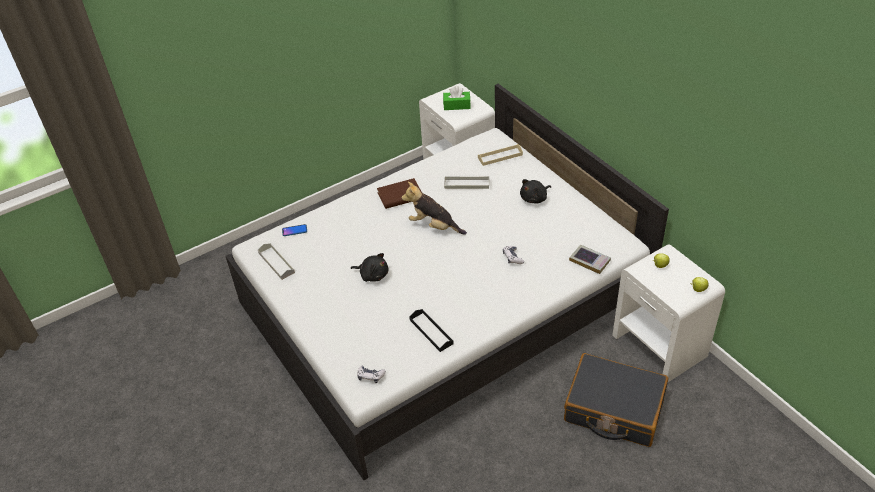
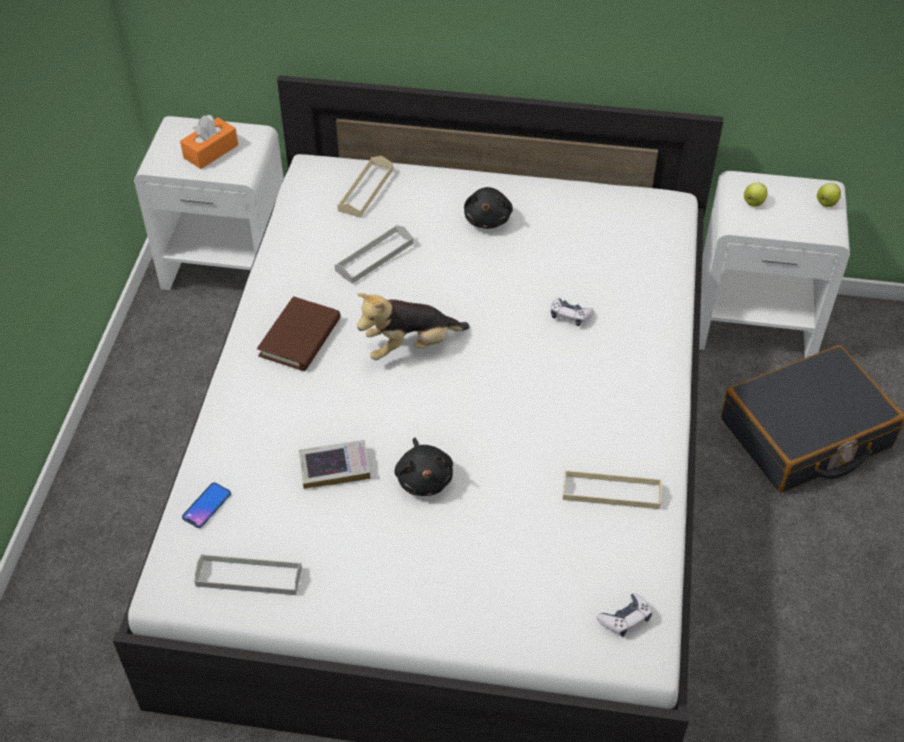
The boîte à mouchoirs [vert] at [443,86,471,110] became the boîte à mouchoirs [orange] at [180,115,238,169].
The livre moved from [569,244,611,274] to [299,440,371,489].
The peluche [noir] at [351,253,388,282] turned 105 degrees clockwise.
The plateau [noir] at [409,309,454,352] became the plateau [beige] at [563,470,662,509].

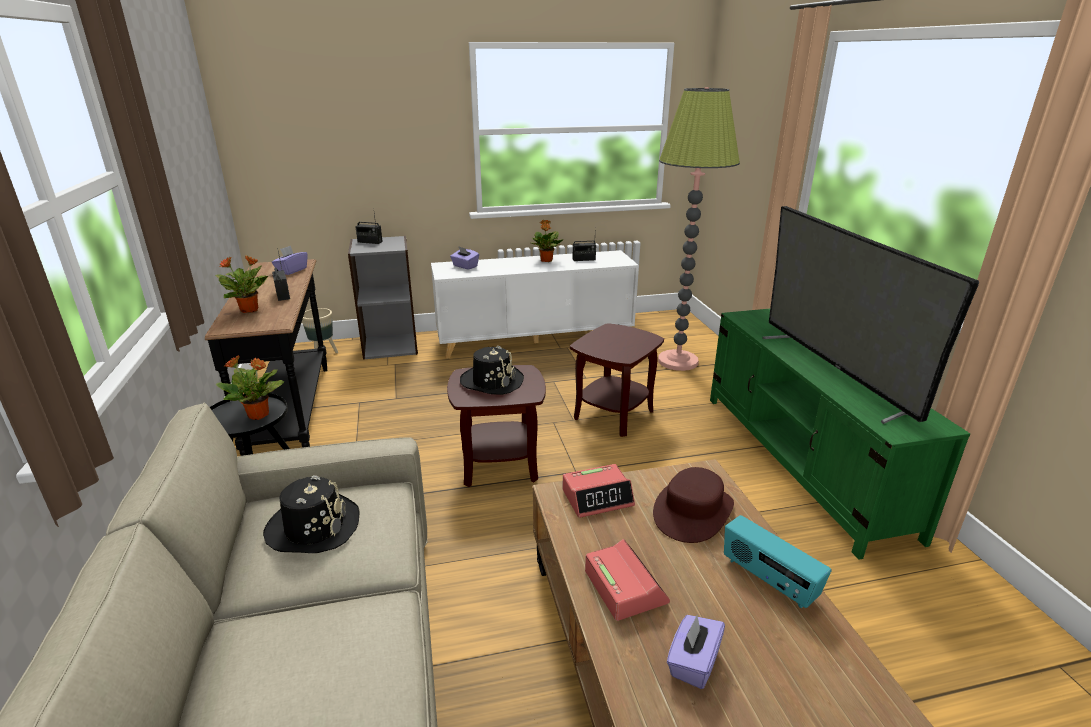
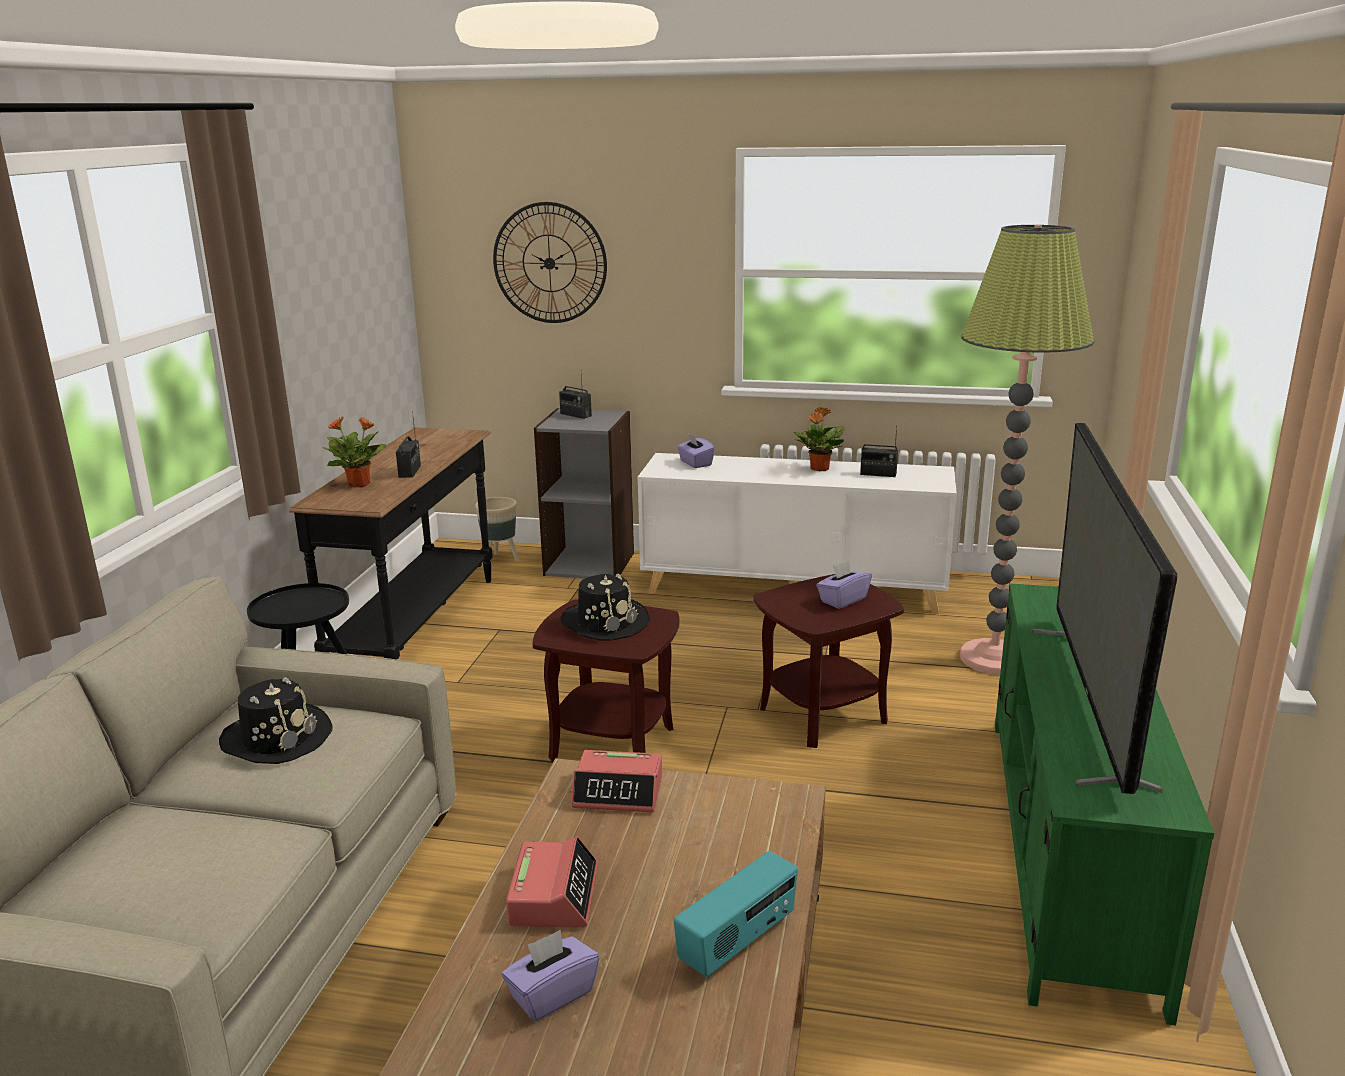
The boîte à mouchoirs [violet] moved from [272,245,307,275] to [816,560,872,609].
The plante en pot at [216,355,284,420] disappeared.
The chapeau [marron] at [653,467,734,543] disappeared.
The radio at [724,515,832,609] turned 120 degrees counterclockwise.
The horloge murale at [493,202,607,323] appeared.

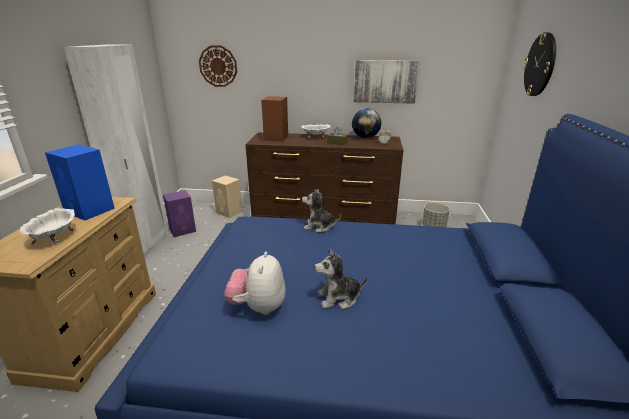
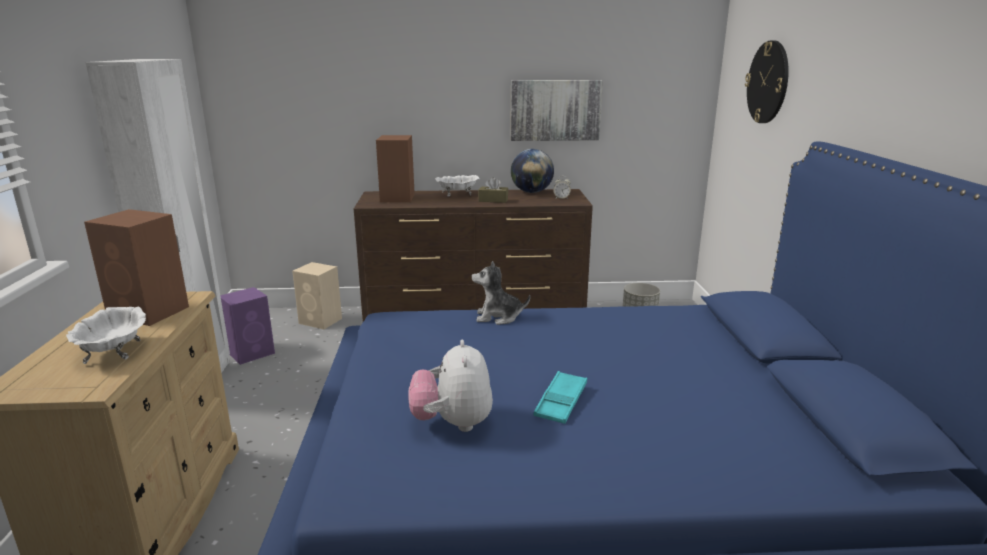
The horloge murale at [199,45,237,87] disappeared.
The enceinte [bleu] at [45,145,115,221] became the enceinte [marron] at [84,209,189,326].
The peluche at [314,249,368,310] was replaced by the plateau [turquoise] at [533,371,587,424].

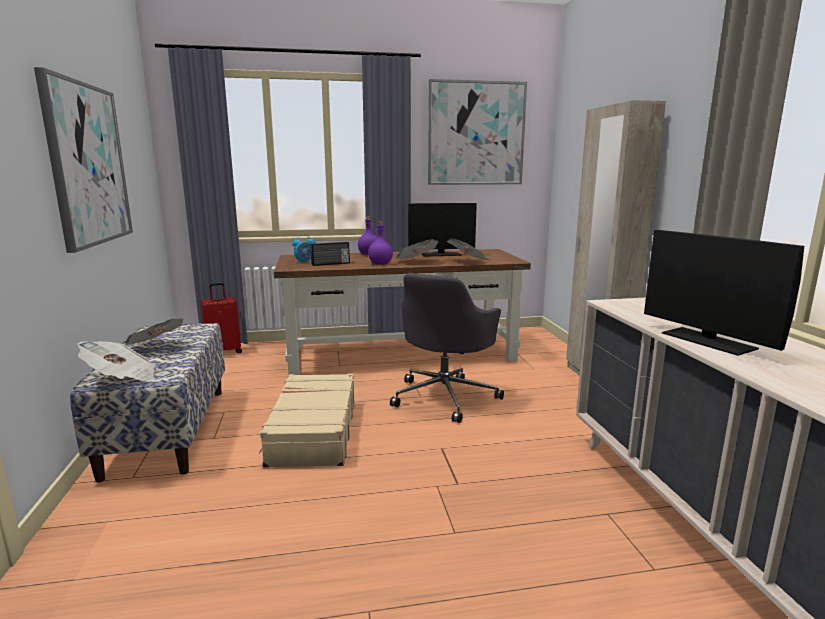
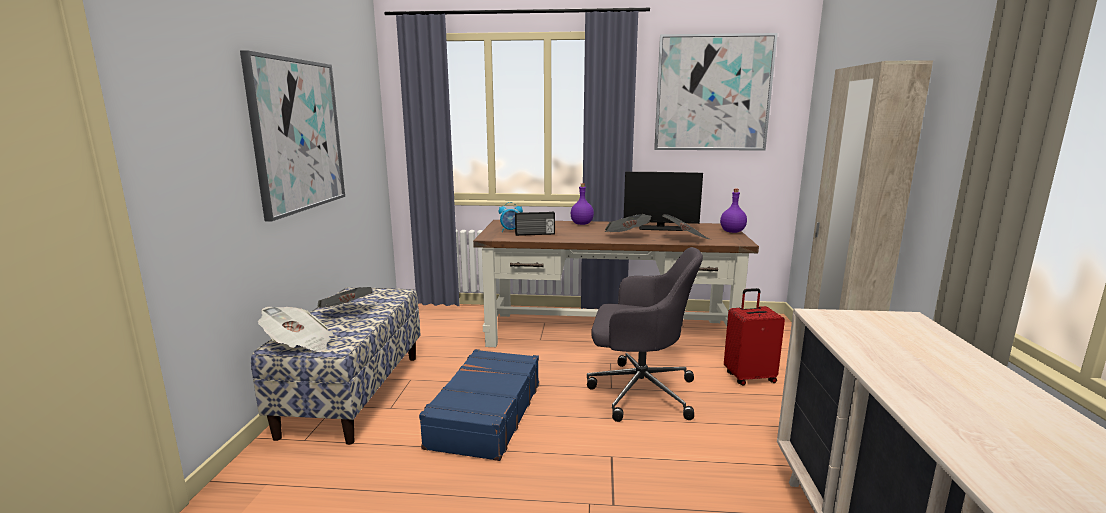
The bouteille [violet] moved from [368,221,393,265] to [720,189,747,233].
The écran d'ordinateur at [644,230,804,356] disappeared.
The chaise de bureau [gris] at [390,273,504,423] turned 120 degrees counterclockwise.
The valise [rouge] moved from [201,283,242,353] to [724,288,785,386].
The valise [beige] at [259,373,355,468] became the valise [bleu] at [419,349,539,461].

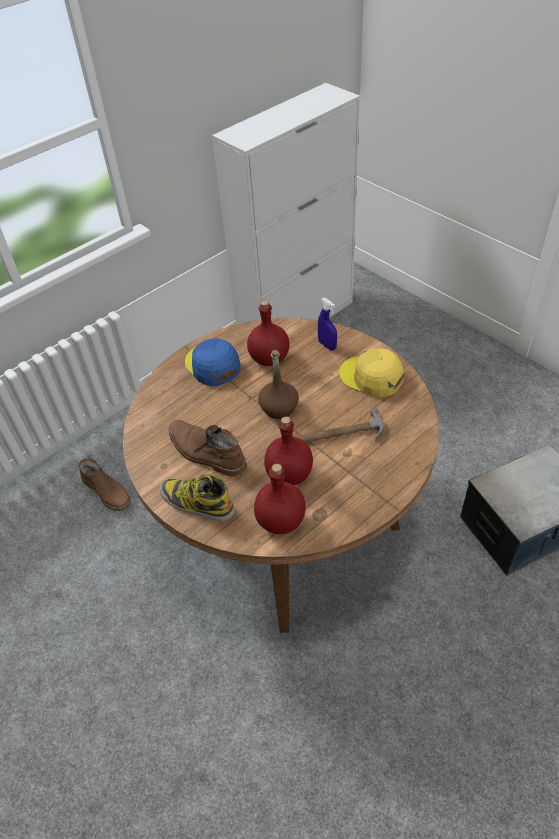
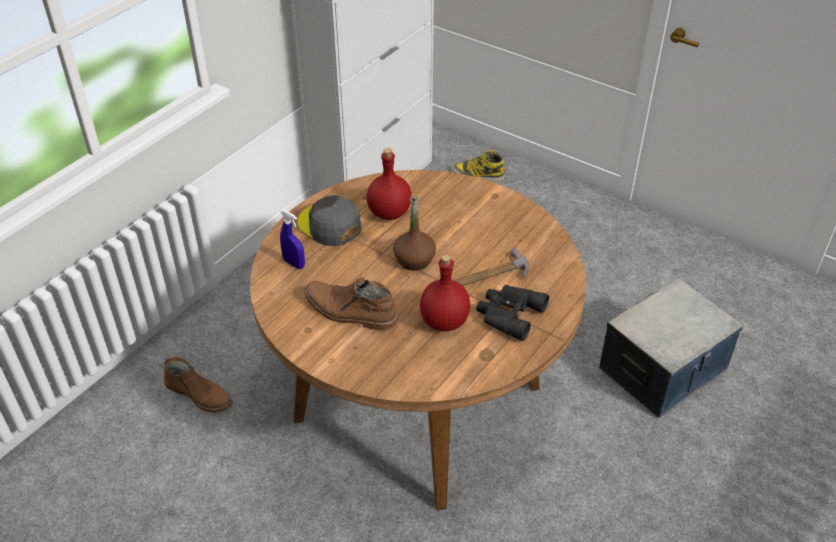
The vaporisateur [bleu] moved from [318,298,337,351] to [280,210,305,269].
The casquette [bleu] at [185,338,241,386] became the casquette [gris] at [297,195,362,246].
The casquette [jaune] at [339,348,404,397] disappeared.
The bouteille [rouge] at [254,464,306,534] disappeared.
The botte moved from [160,473,235,522] to [452,150,505,182].
The jumelles [noir] at [476,285,549,341] appeared.

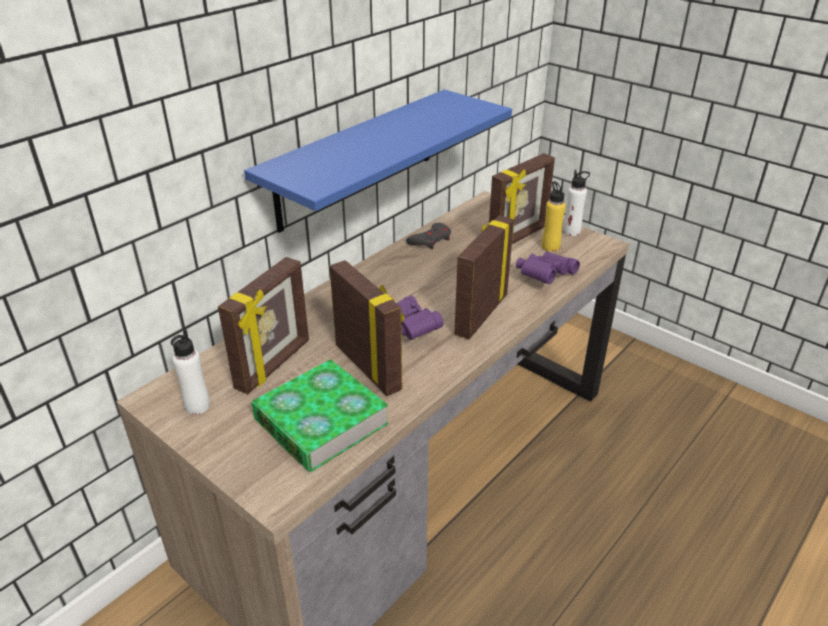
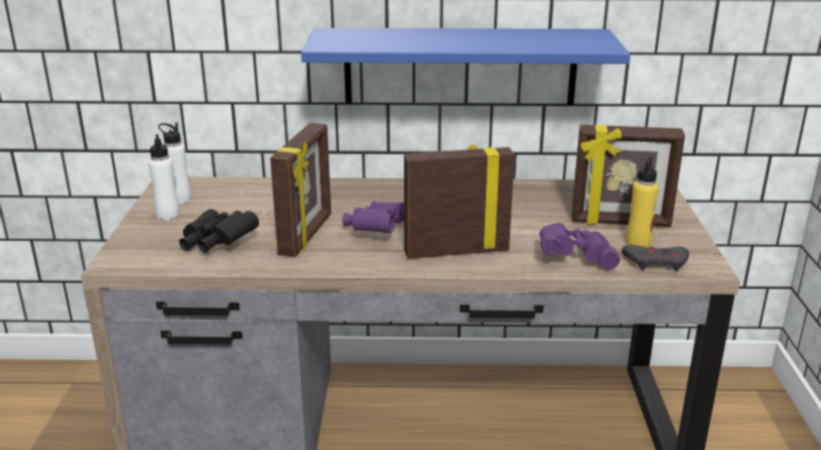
The bouteille [blanc] moved from [563,170,590,236] to [148,134,179,220].
The manette [gris] moved from [406,223,451,249] to [622,245,689,272].
The cadre photo at [218,257,309,394] disappeared.
The livre at [251,359,389,472] was replaced by the jumelles [noir] at [179,209,259,253].

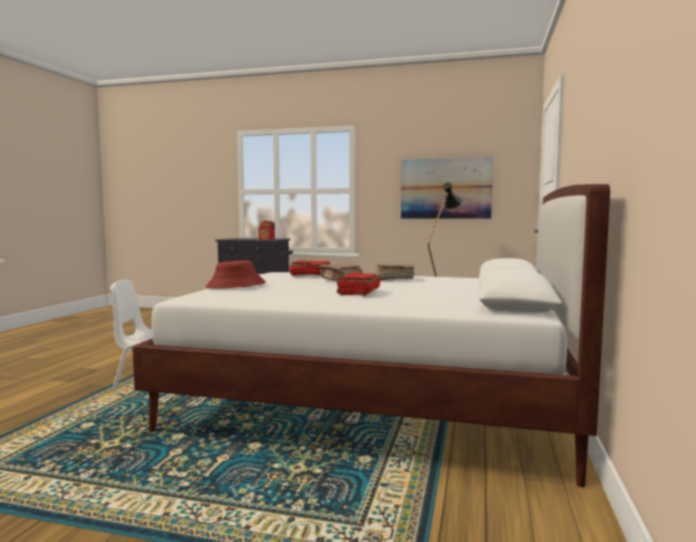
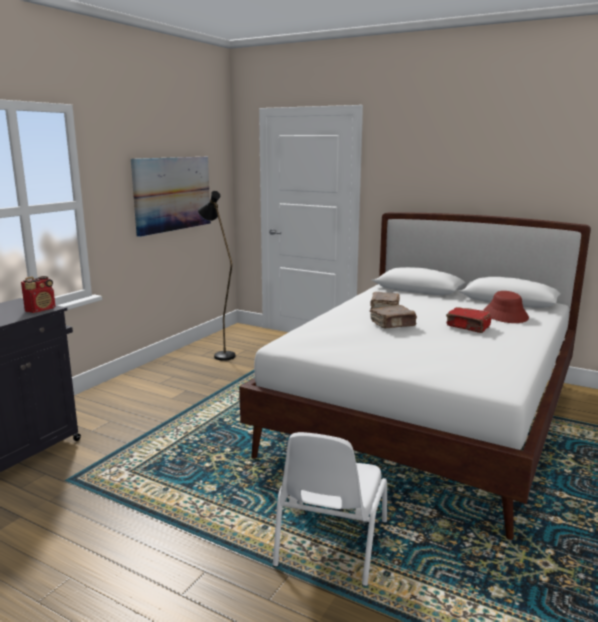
The chapeau [rouge] moved from [205,260,266,288] to [483,291,529,323].
The livre [rouge] at [289,260,330,276] disappeared.

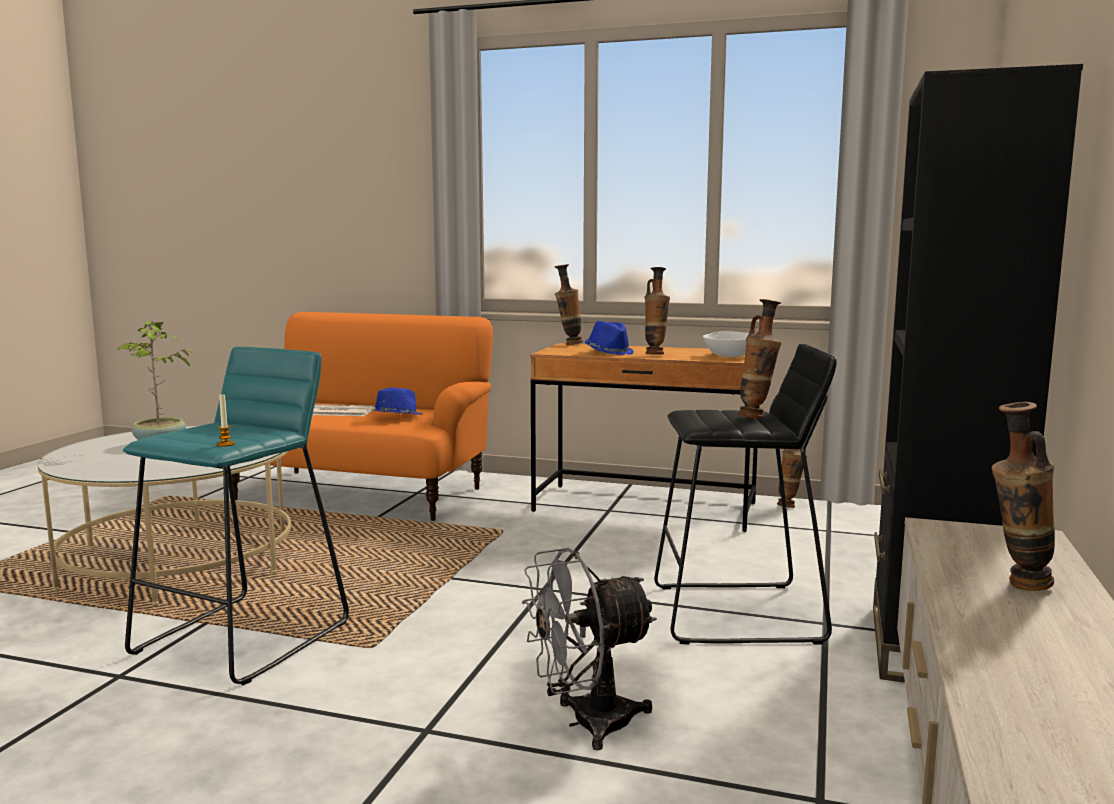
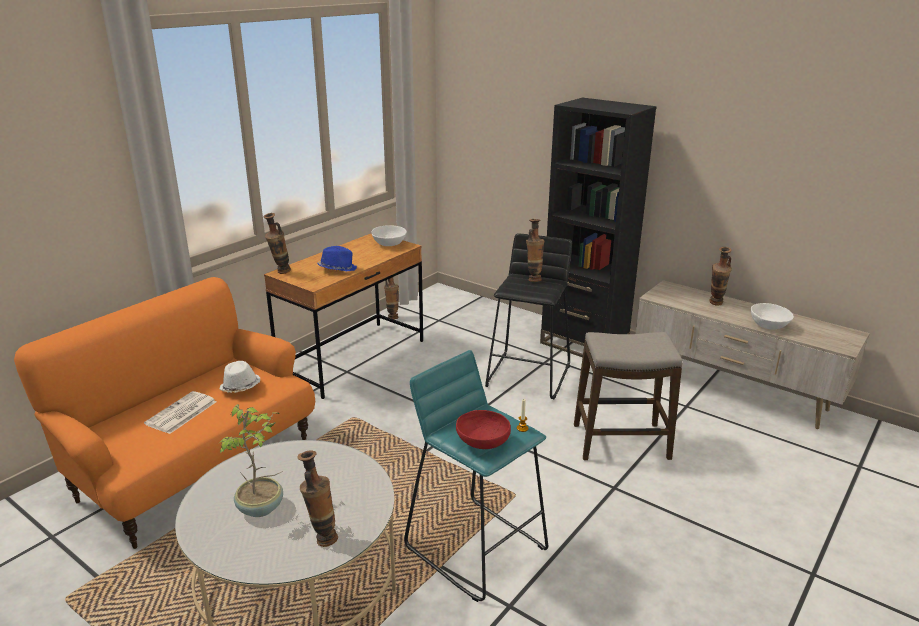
The vase moved from [645,267,670,355] to [297,450,338,547].
The chapeau [bleu] at [372,388,423,415] became the chapeau [blanc] at [219,361,260,393].
The ventilateur [gris] at [522,548,657,750] was replaced by the tabouret at [574,332,683,460].
The bol [blanc] at [751,303,794,330] appeared.
The bol [rouge] at [456,410,511,449] appeared.

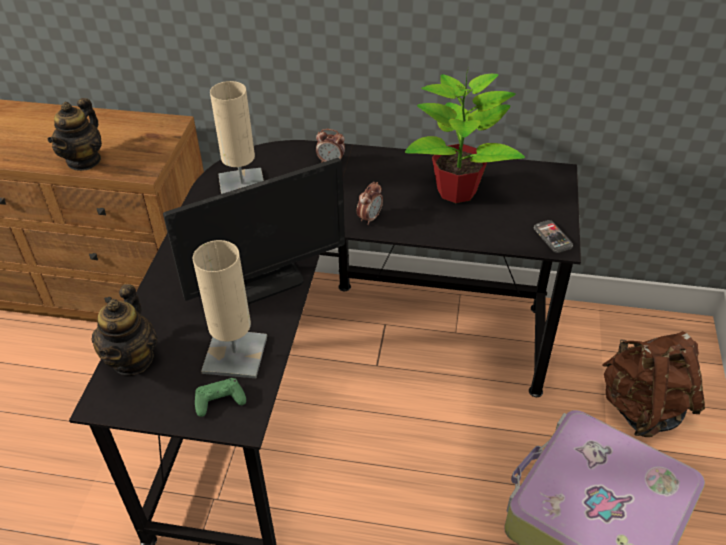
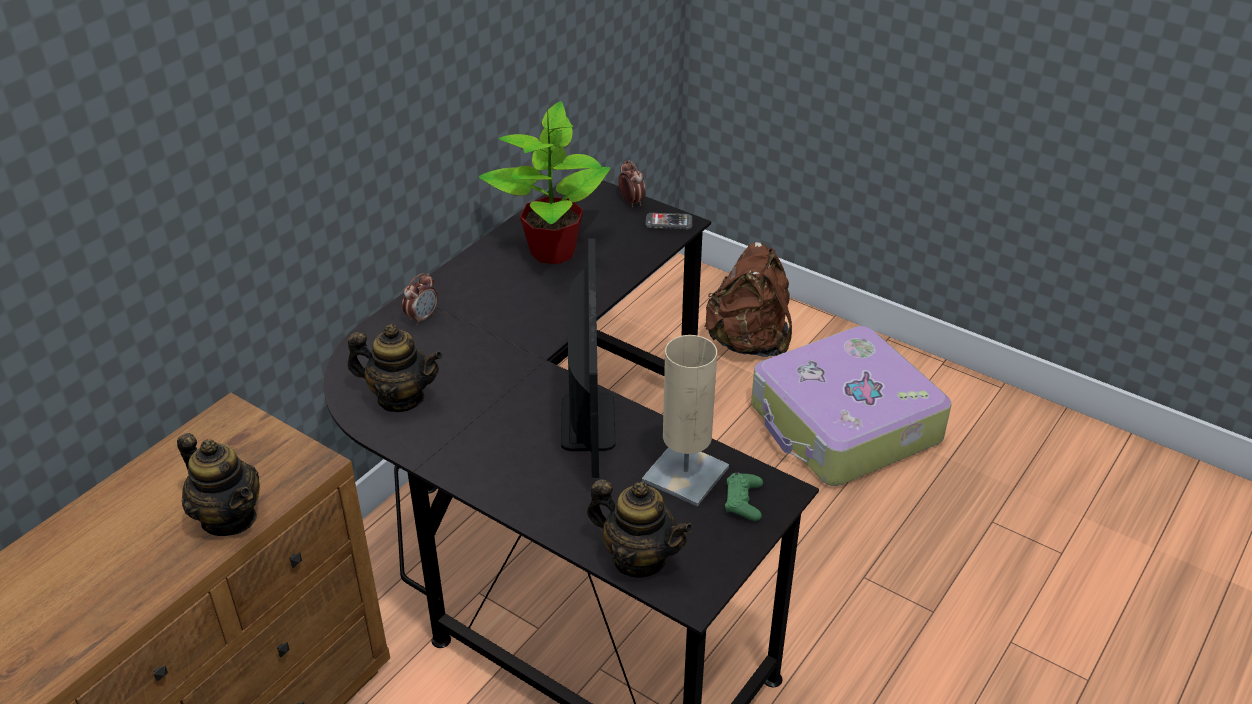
The lampe de table [beige] at [210,81,264,194] was replaced by the théière at [347,324,443,412].
The réveil moved from [357,182,383,225] to [618,160,646,207].

